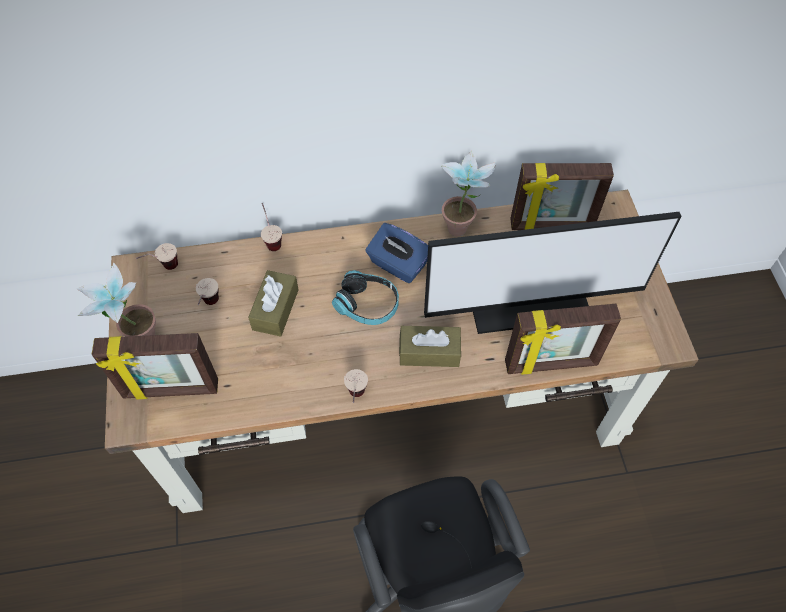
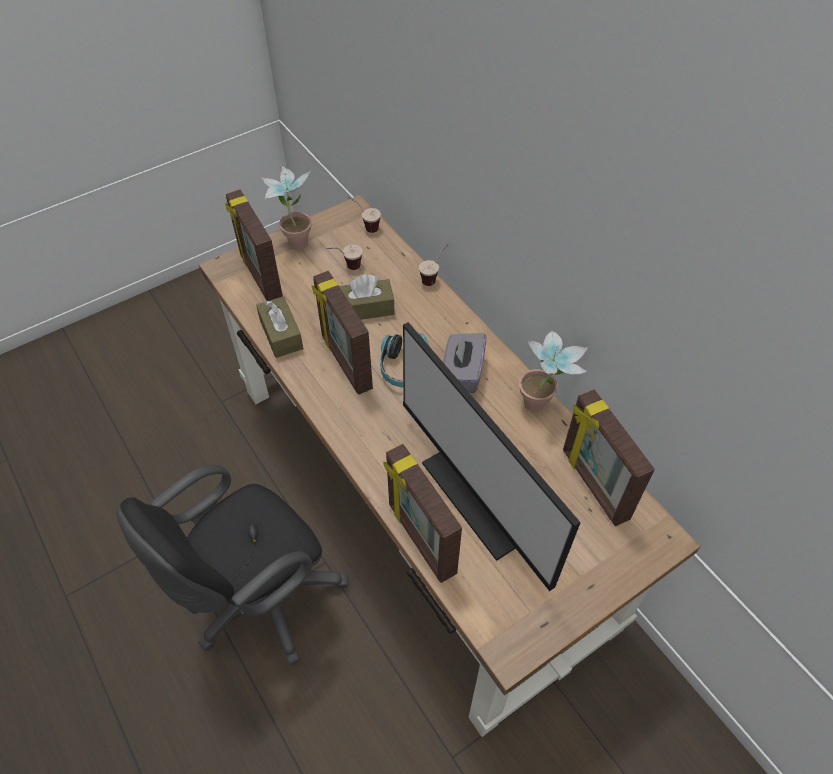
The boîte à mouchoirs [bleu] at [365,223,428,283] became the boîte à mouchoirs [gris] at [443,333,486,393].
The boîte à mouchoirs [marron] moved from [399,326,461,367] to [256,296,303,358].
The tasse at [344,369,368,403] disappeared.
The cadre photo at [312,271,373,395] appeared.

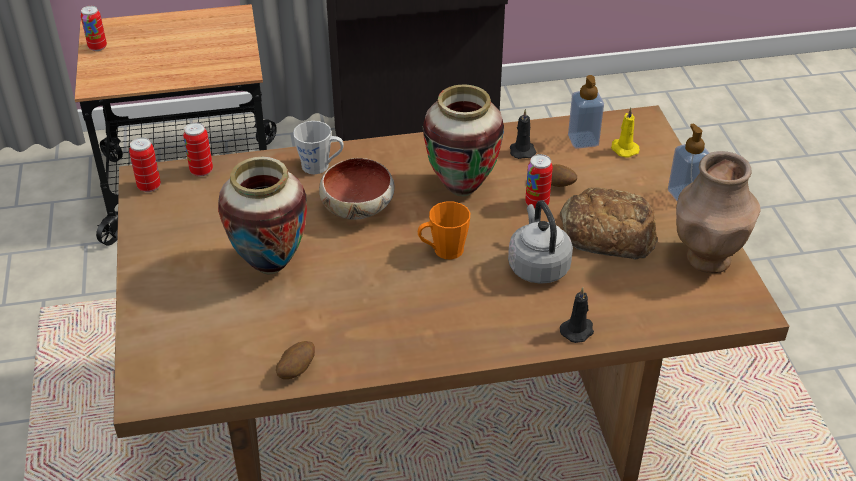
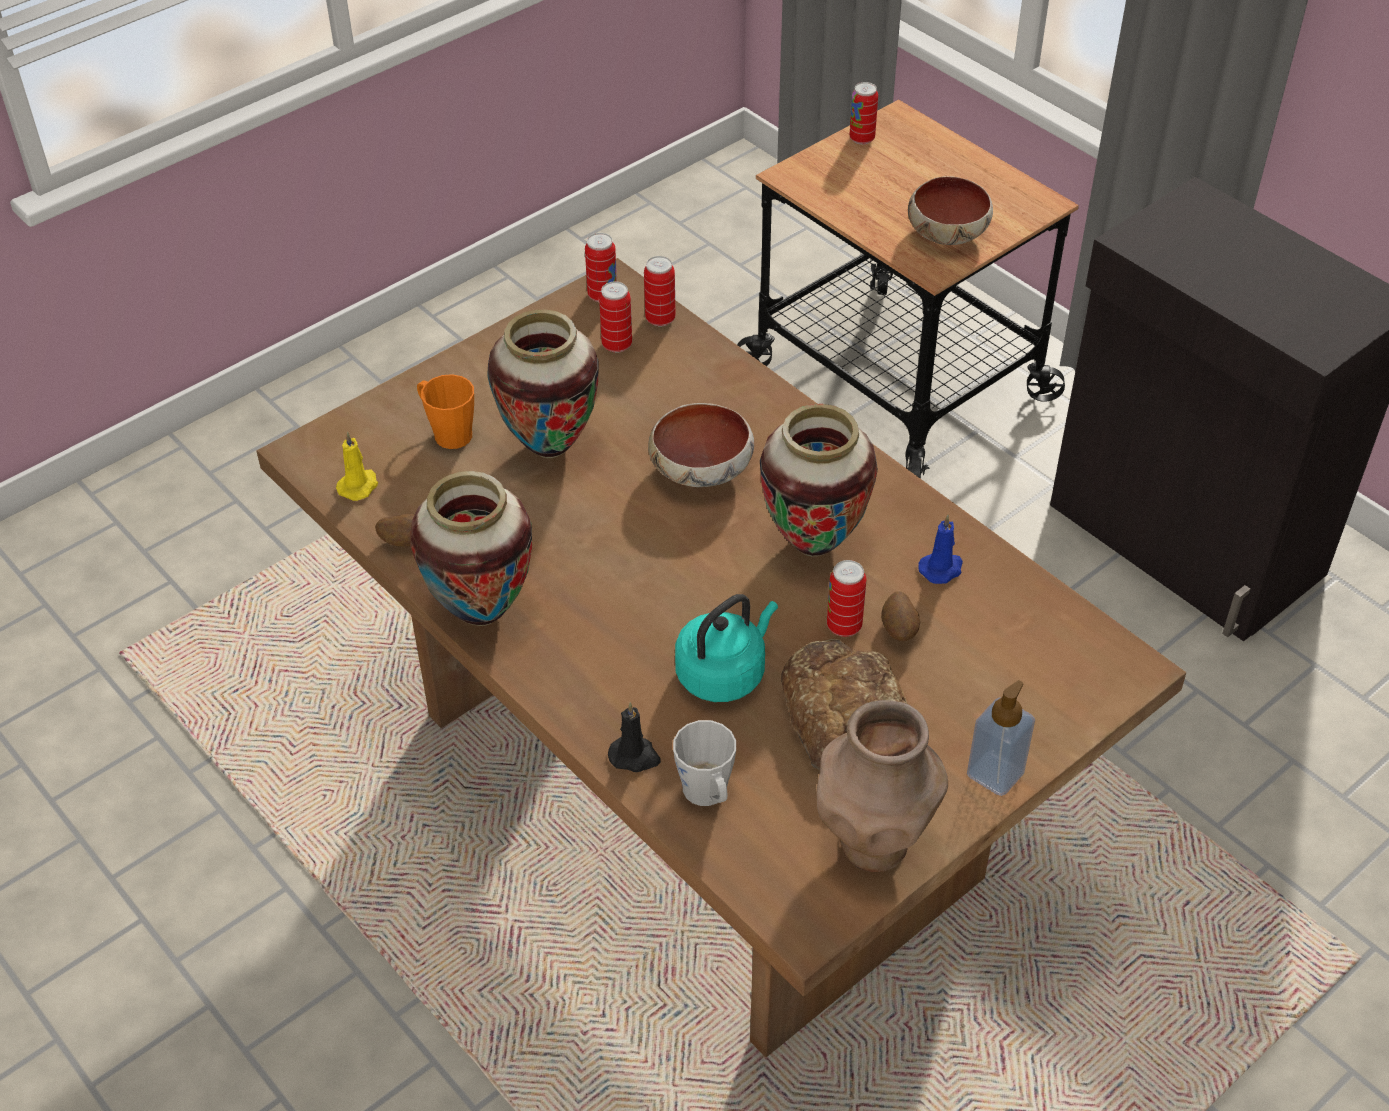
The distributeur de savon at [568,75,604,149] disappeared.
The bougie [jaune] moved from [611,107,640,157] to [336,432,378,501].
The bougie [noir] at [510,109,536,159] became the bougie [bleu] at [918,515,963,584].
The mug [gris] moved from [293,121,344,174] to [673,720,736,806].
The bouilloire [gris] at [508,200,573,284] became the bouilloire [turquoise] at [675,594,778,702].
The mug [orange] moved from [417,201,470,259] to [417,374,474,449].
The bol at [908,176,993,245] appeared.
The boîte métallique at [599,281,632,353] appeared.
The vase at [410,471,532,626] appeared.

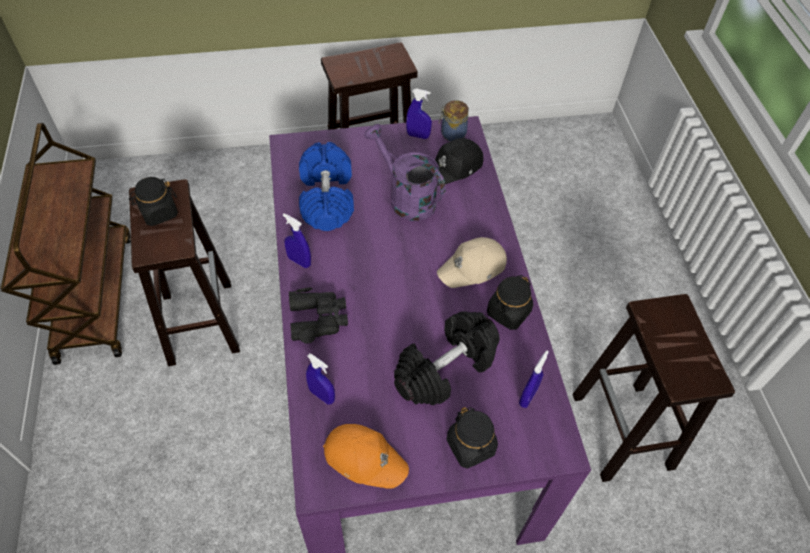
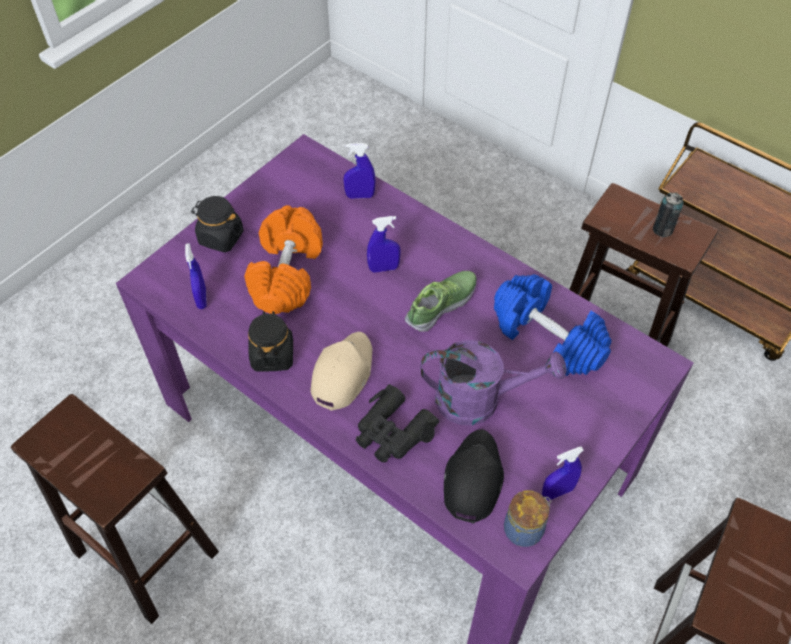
The bocal [noir] at [129,177,178,226] was replaced by the boîte métallique at [653,192,684,237].
The vaporisateur [bleu] moved from [283,213,311,268] to [367,216,401,273].
The jumelles [noir] moved from [289,287,348,344] to [356,384,440,463].
The haltère [noir] at [394,311,500,405] became the haltère [orange] at [244,205,323,314].
The casquette [orange] at [323,424,409,489] disappeared.
The chaussure at [405,271,477,332] appeared.

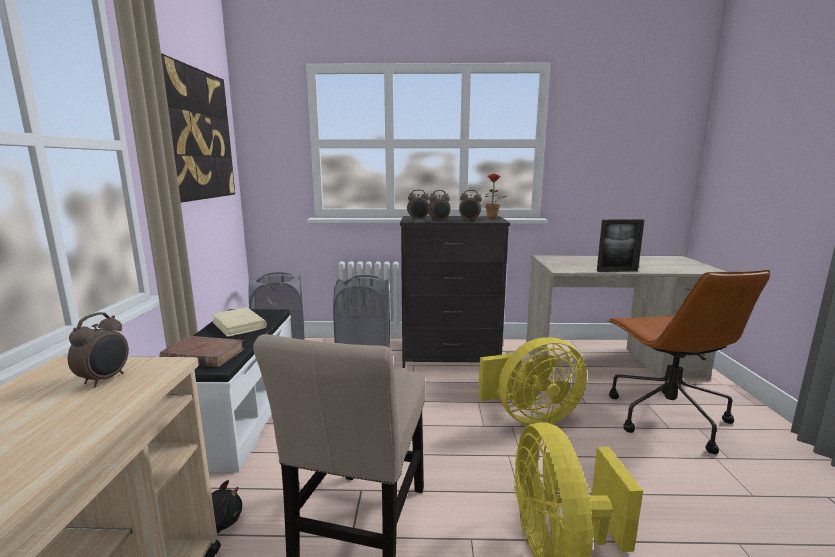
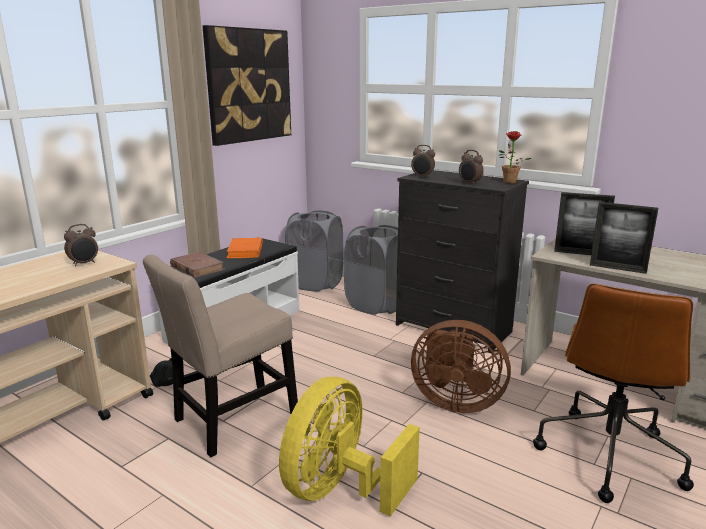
The réveil at [428,190,450,222] disappeared.
The livre [beige] at [211,307,267,337] became the livre [orange] at [227,238,263,258].
The ventilateur [jaune] at [478,337,587,425] became the ventilateur [marron] at [411,320,511,413].
The cadre photo at [554,192,615,255] appeared.

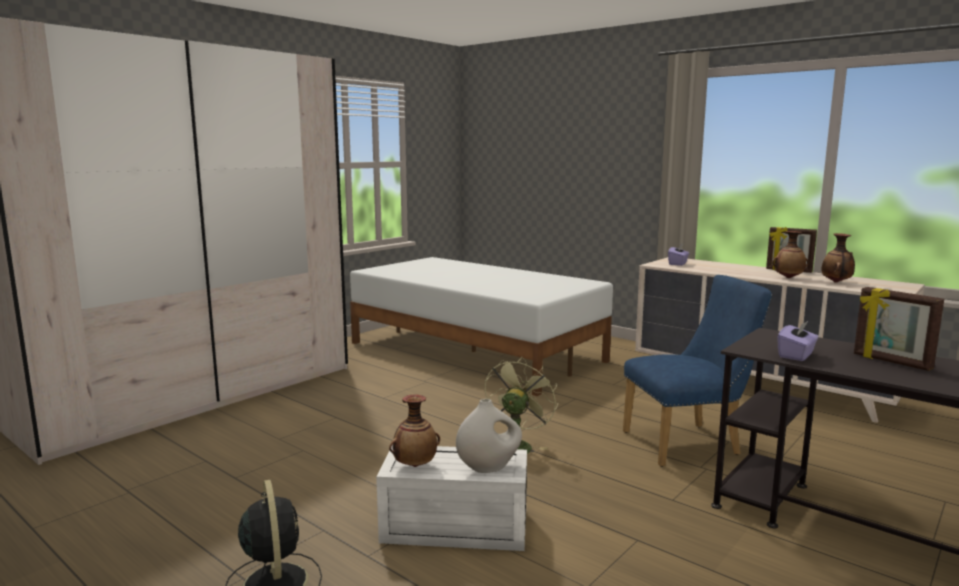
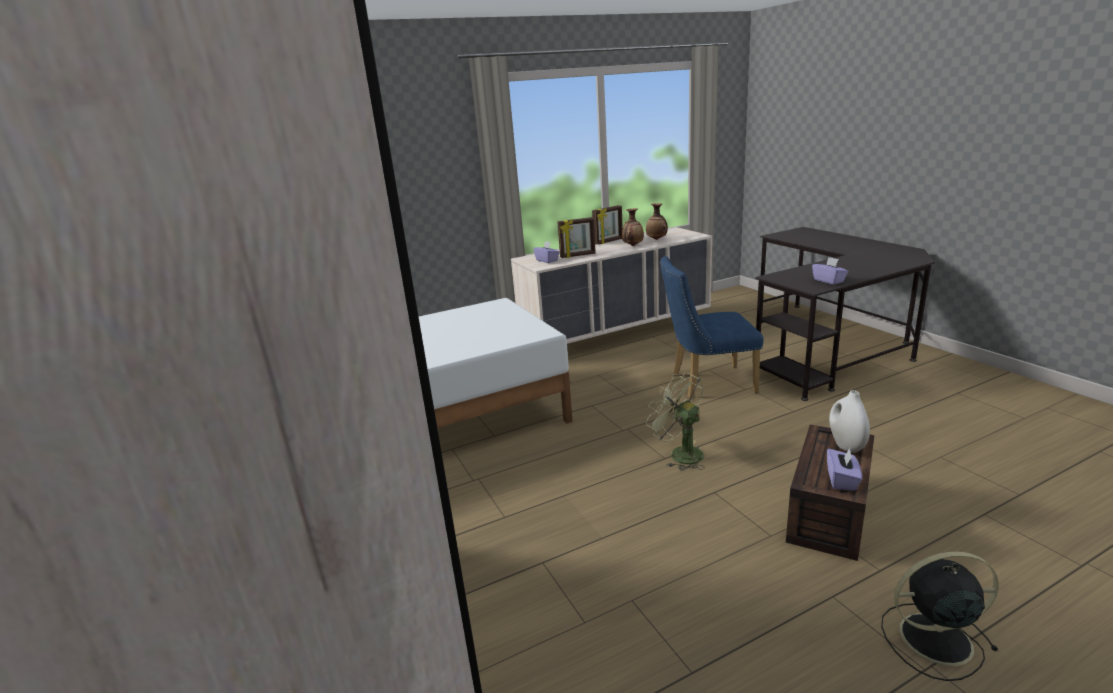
The chaise [bleu] at [623,275,772,467] turned 105 degrees counterclockwise.
The cadre photo moved from [854,287,944,371] to [558,217,596,258].
The vase at [389,394,440,467] was replaced by the boîte à mouchoirs [violet] at [827,448,862,491].
The boîte de rangement [blanc] at [376,445,527,551] became the boîte de rangement [marron] at [786,425,874,561].

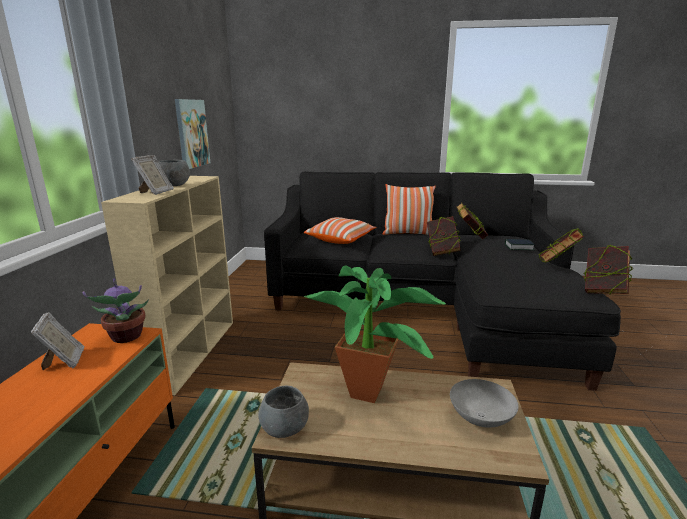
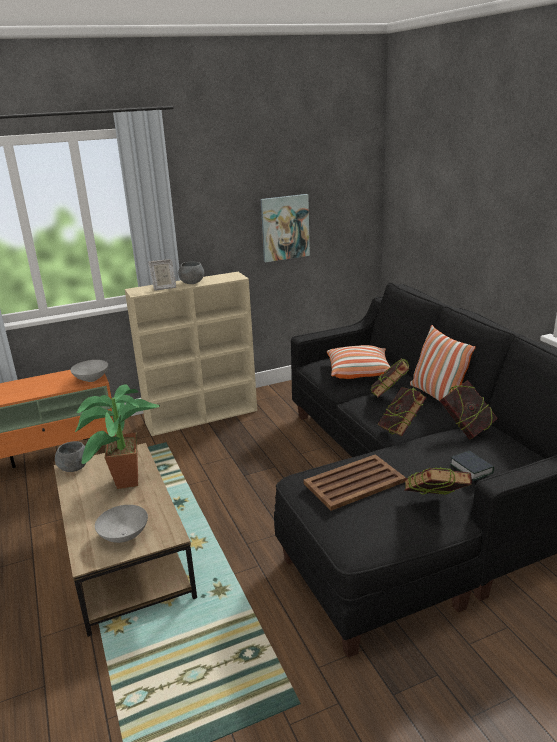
The livre moved from [584,244,633,294] to [371,358,409,398].
The plante en pot at [83,279,149,343] was replaced by the bol [gris] at [70,360,108,382].
The cadre photo at [31,312,84,370] disappeared.
The plateau [marron] at [304,454,406,511] appeared.

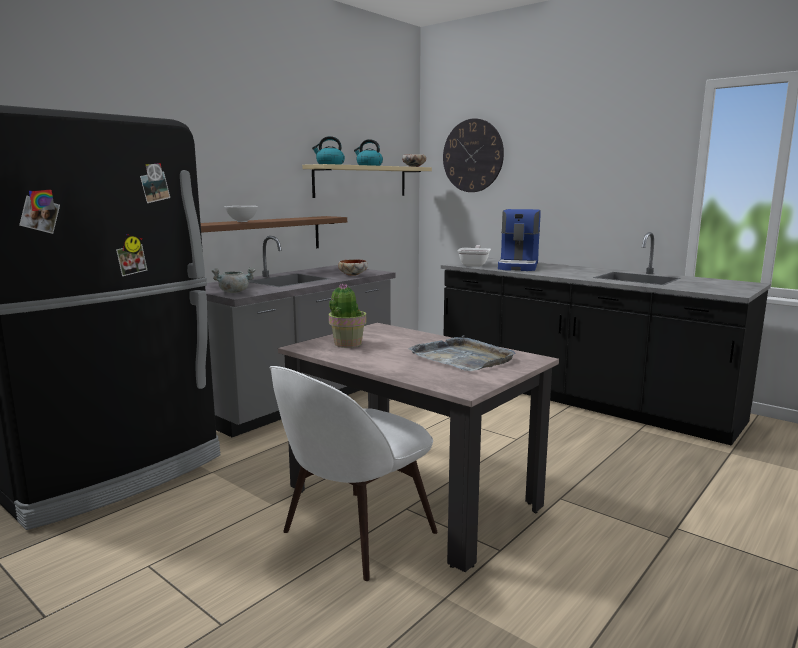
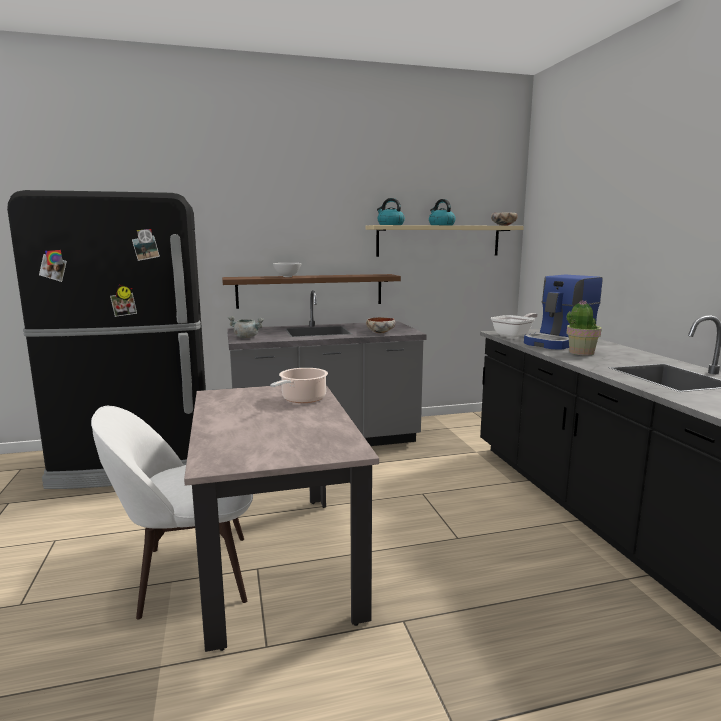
The horloge murale at [443,118,504,192] disappeared.
The plante en pot moved from [329,283,367,348] to [566,301,602,355].
The plateau [gris] at [408,335,516,371] disappeared.
The marmite at [270,368,328,403] appeared.

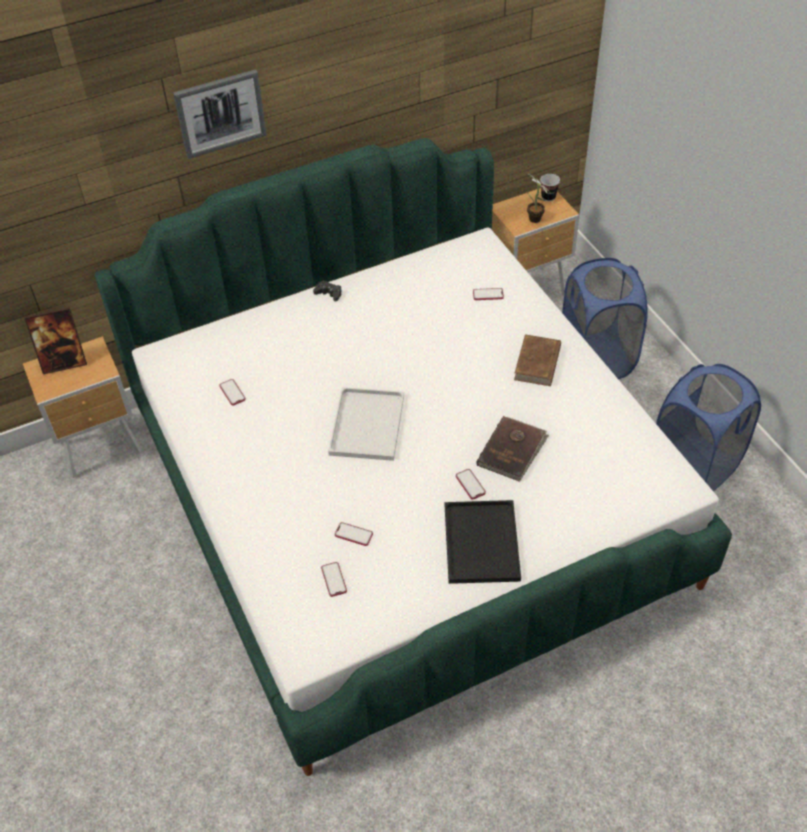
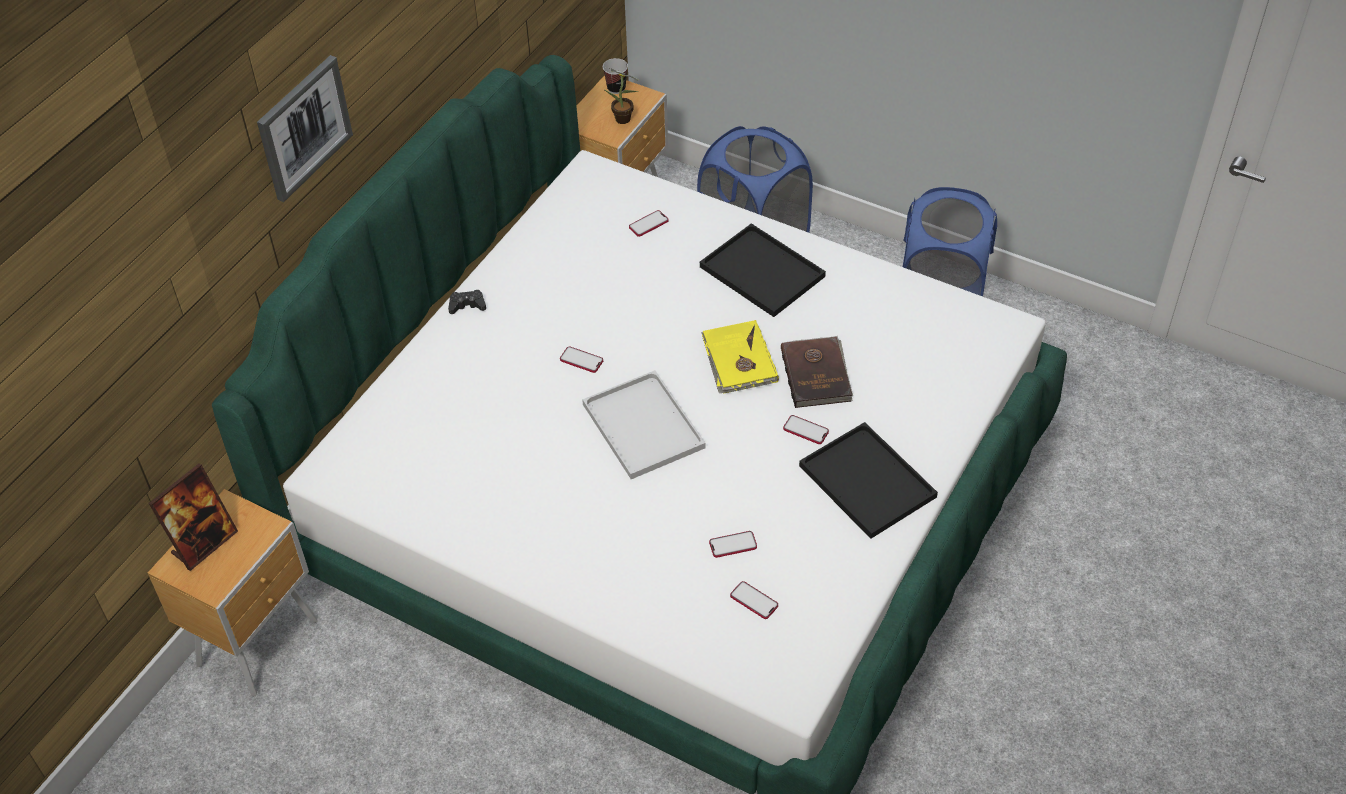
The livre [marron] at [514,334,561,386] was replaced by the plateau [noir] at [700,223,826,317].
The téléphone moved from [219,379,246,406] to [560,346,603,373].
The livre [jaune] at [702,320,779,394] appeared.

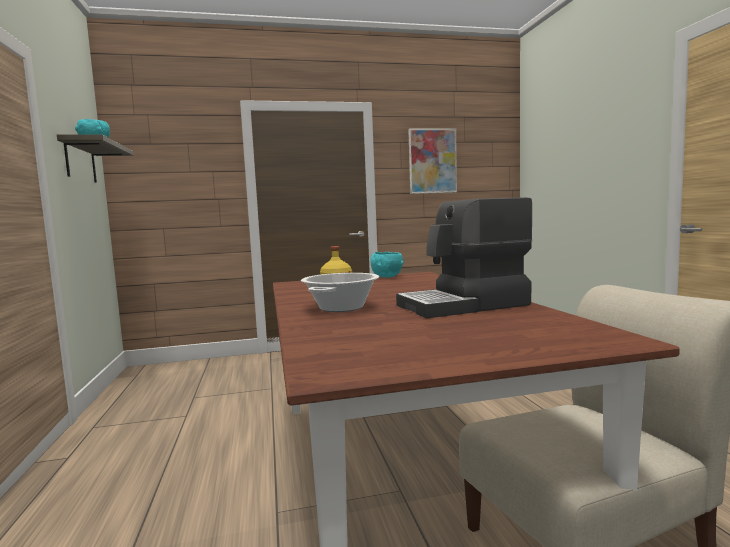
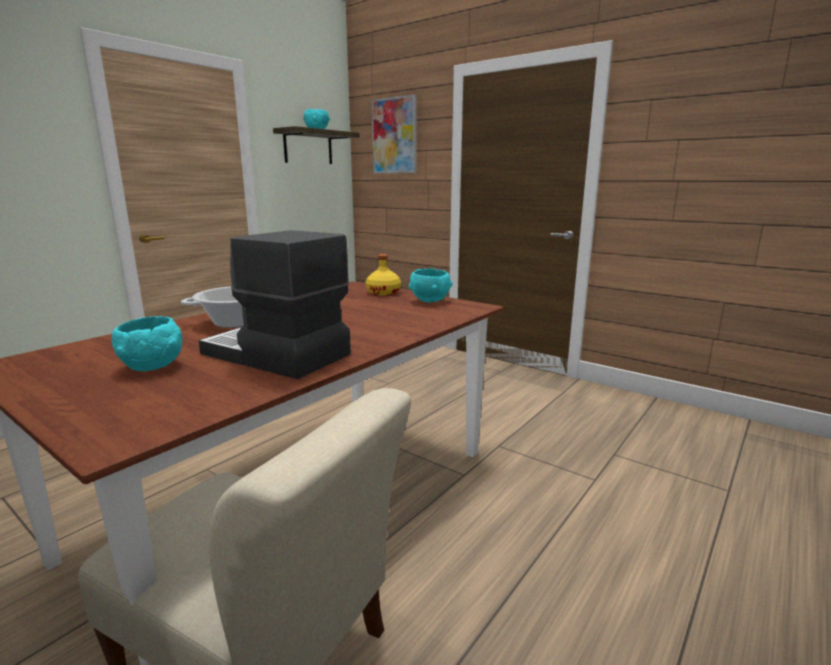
The tableau moved from [408,128,457,194] to [371,94,417,174].
The bol [turquoise] at [112,316,182,371] appeared.

